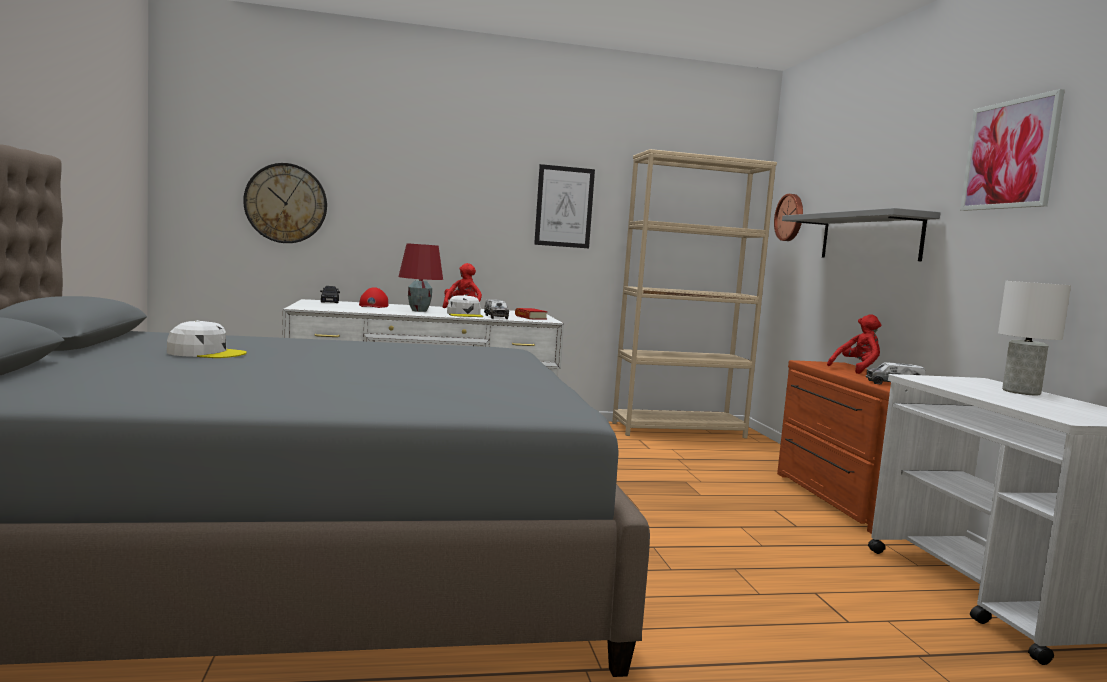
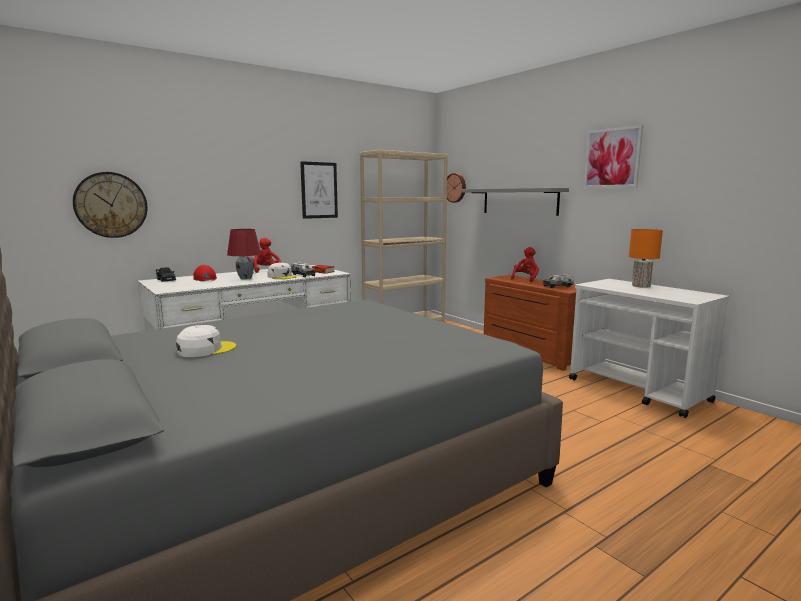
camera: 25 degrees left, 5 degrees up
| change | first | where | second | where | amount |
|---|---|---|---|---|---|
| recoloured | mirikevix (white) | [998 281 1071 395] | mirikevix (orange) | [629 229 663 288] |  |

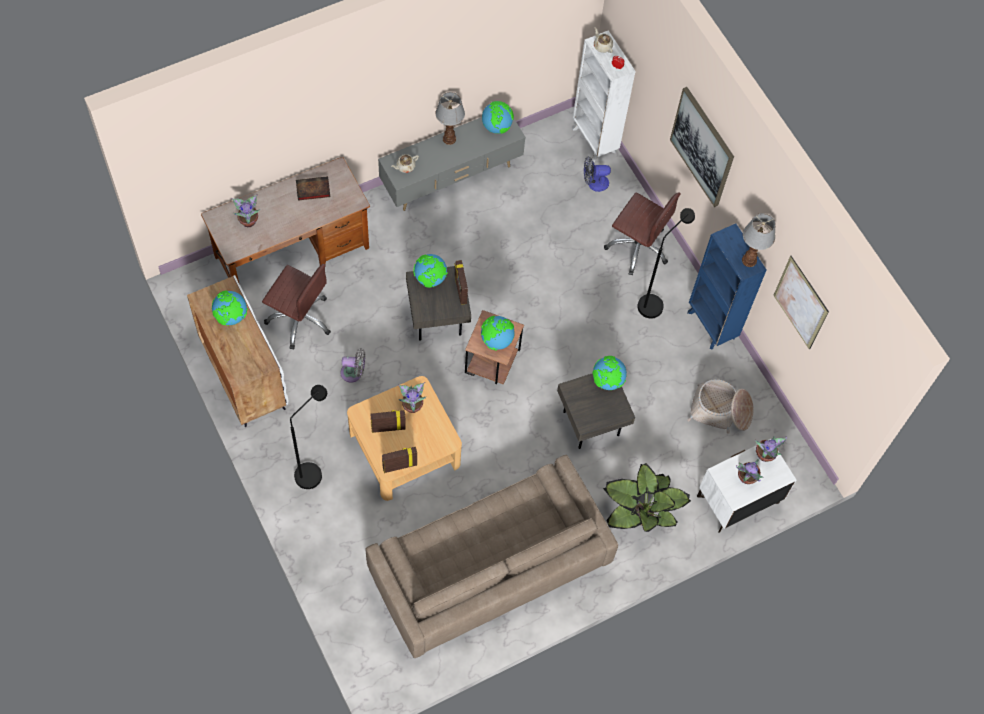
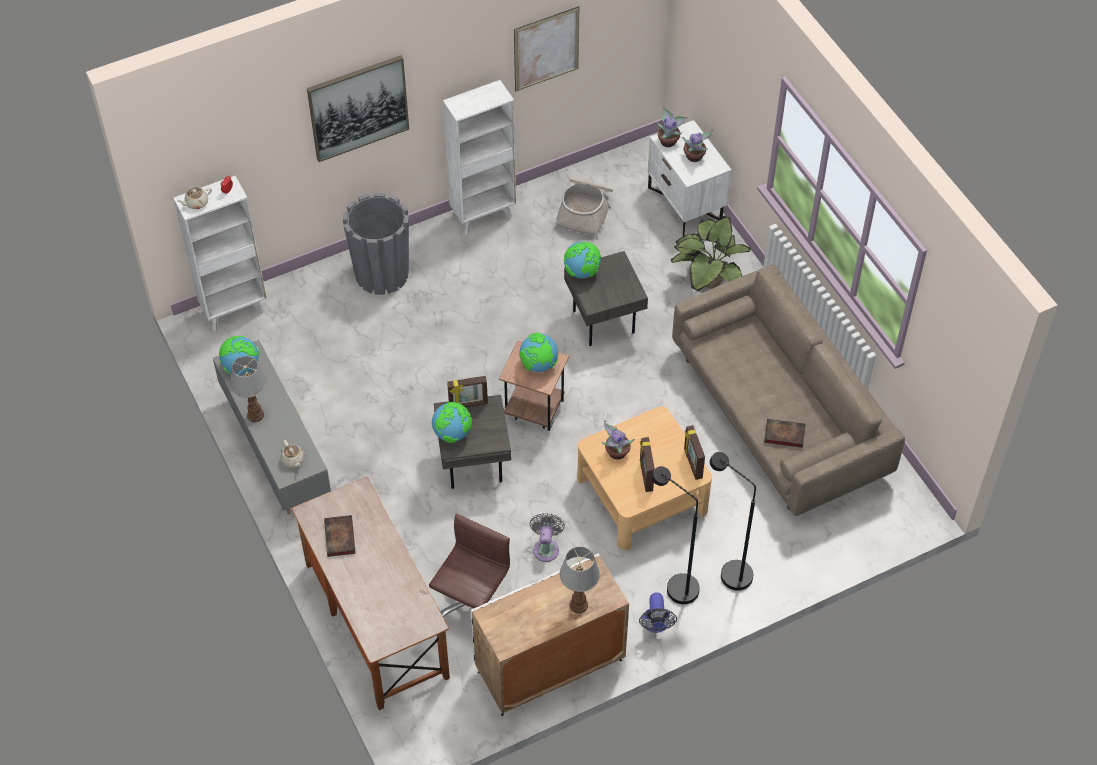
camera: 85 degrees left, 10 degrees down
| change | first | where | second | where | amount |
|---|---|---|---|---|---|
| moved | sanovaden | [584 156 611 192] |  | [639 592 677 633] |  |
| replaced | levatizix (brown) | [604 192 681 275] | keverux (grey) | [343 193 409 295] |  |
| removed | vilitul | [231 194 260 227] |  |  |  |
| moved | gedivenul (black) | [638 208 695 319] |  | [710 452 756 591] |  |
| moved | mirikevix | [742 213 775 267] |  | [559 546 600 614] |  |
| recoloured | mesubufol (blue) | [687 224 767 350] | mesubufol (white) | [443 80 516 234] |  |
| removed | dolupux | [212 290 248 326] |  |  |  |
| added |  |  | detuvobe | [764 419 806 448] |  |

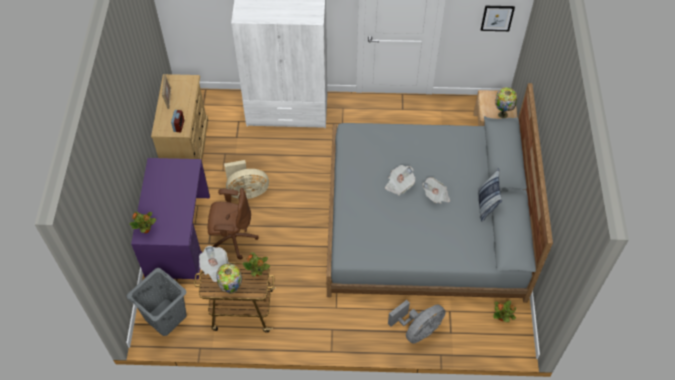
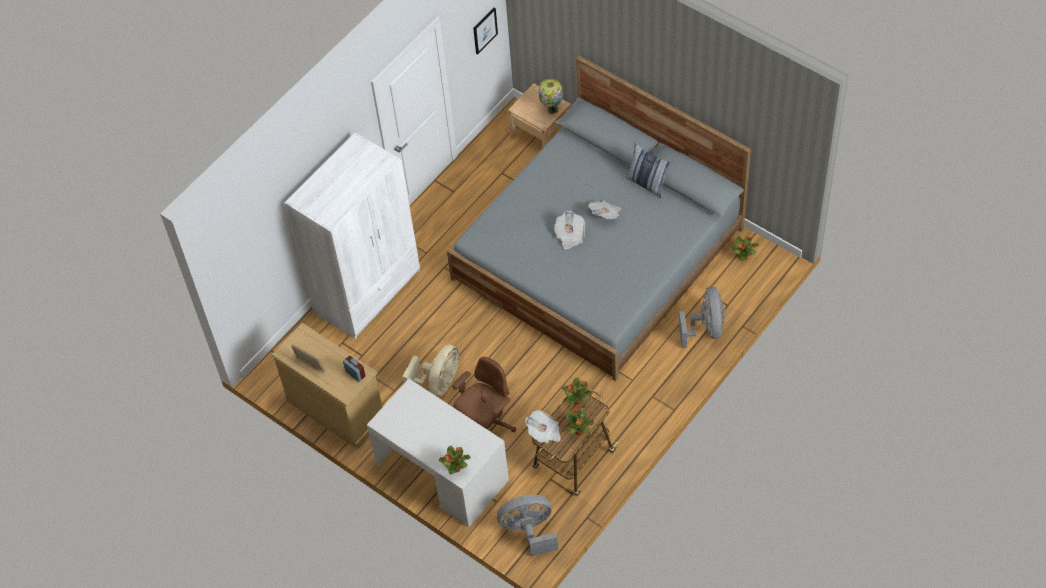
camera: 50 degrees left, 0 degrees up
| change | first | where | second | where | amount |
|---|---|---|---|---|---|
| recoloured | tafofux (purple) | [131 158 210 279] | tafofux (white) | [367 379 509 527] |  |
| replaced | mirikevix | [216 264 242 294] | vilitul | [566 407 594 435] |  |
| replaced | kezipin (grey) | [127 268 187 336] | sanovaden (grey) | [497 495 558 556] |  |

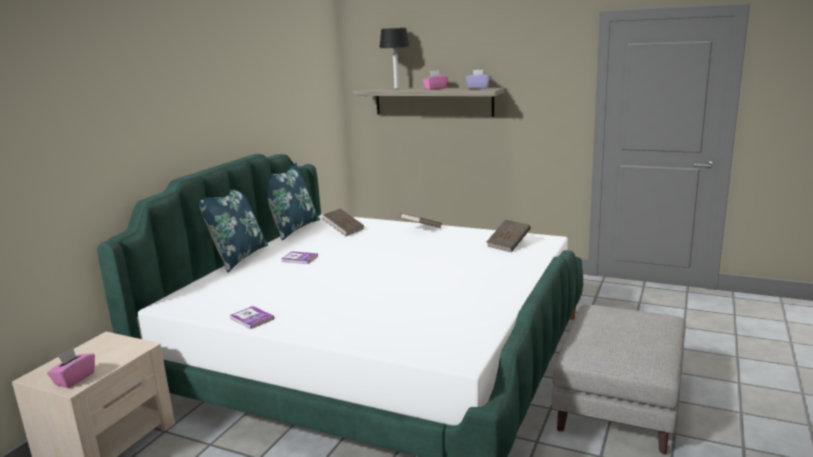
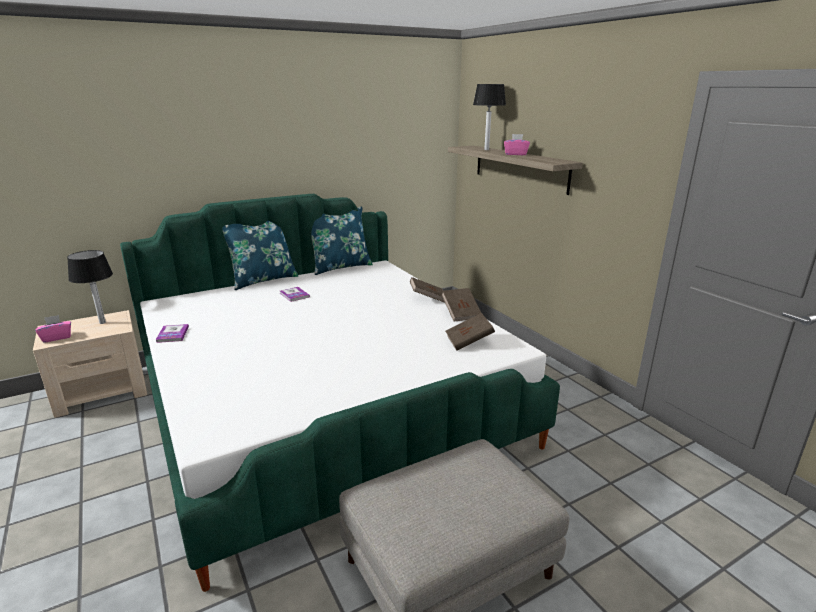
camera: 35 degrees right, 5 degrees up
| change | first | where | second | where | amount |
|---|---|---|---|---|---|
| removed | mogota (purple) | [466 69 490 89] |  |  |  |
| moved | detuvobe (brown) | [322 208 364 236] |  | [442 288 481 322] |  |
| added |  |  | mirikevix | [67 250 113 324] |  |

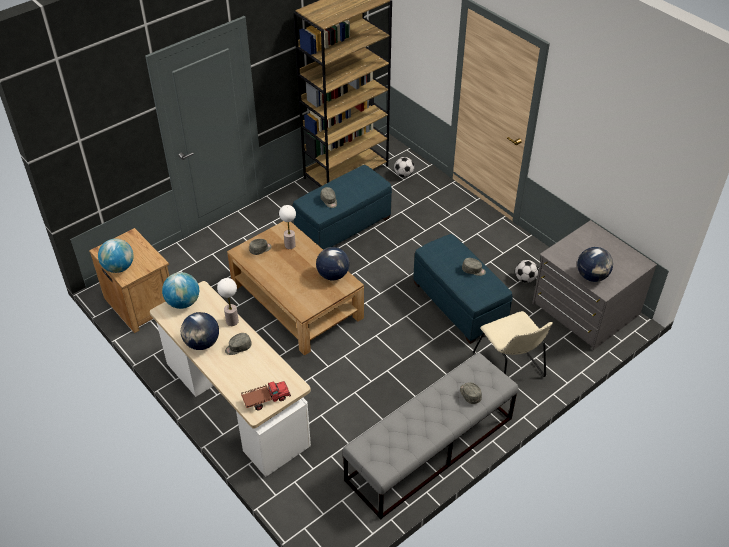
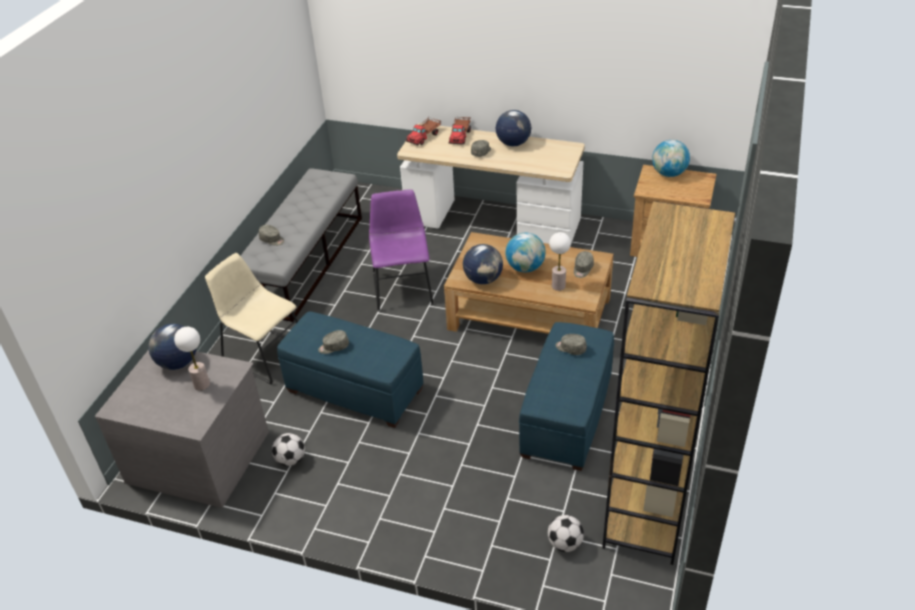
camera: 150 degrees right, 5 degrees down
| change | first | where | second | where | amount |
|---|---|---|---|---|---|
| moved | dolupux | [162 272 199 309] |  | [505 233 546 273] |  |
| moved | mirikevix | [217 278 239 326] |  | [174 327 210 391] |  |
| added |  |  | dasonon | [449 116 471 145] |  |
| added |  |  | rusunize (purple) | [369 189 434 312] |  |

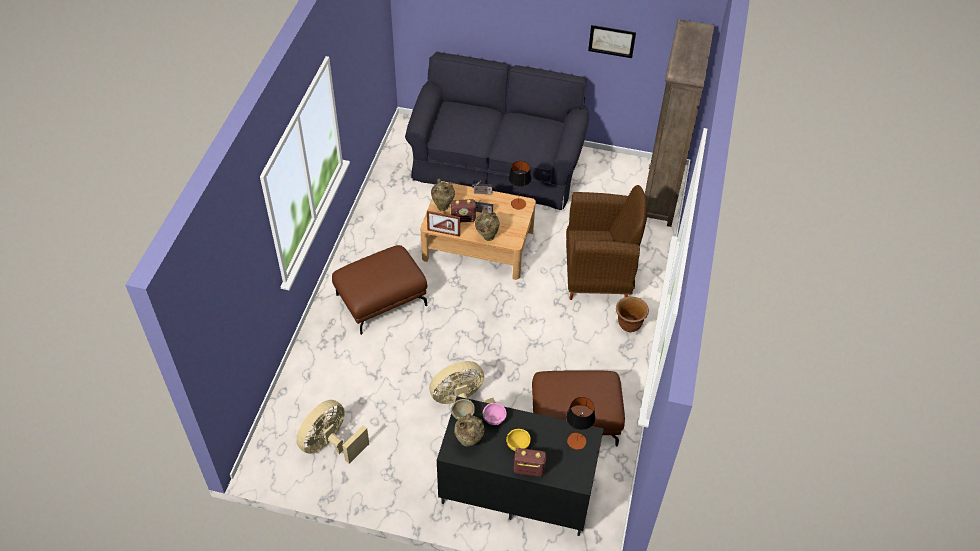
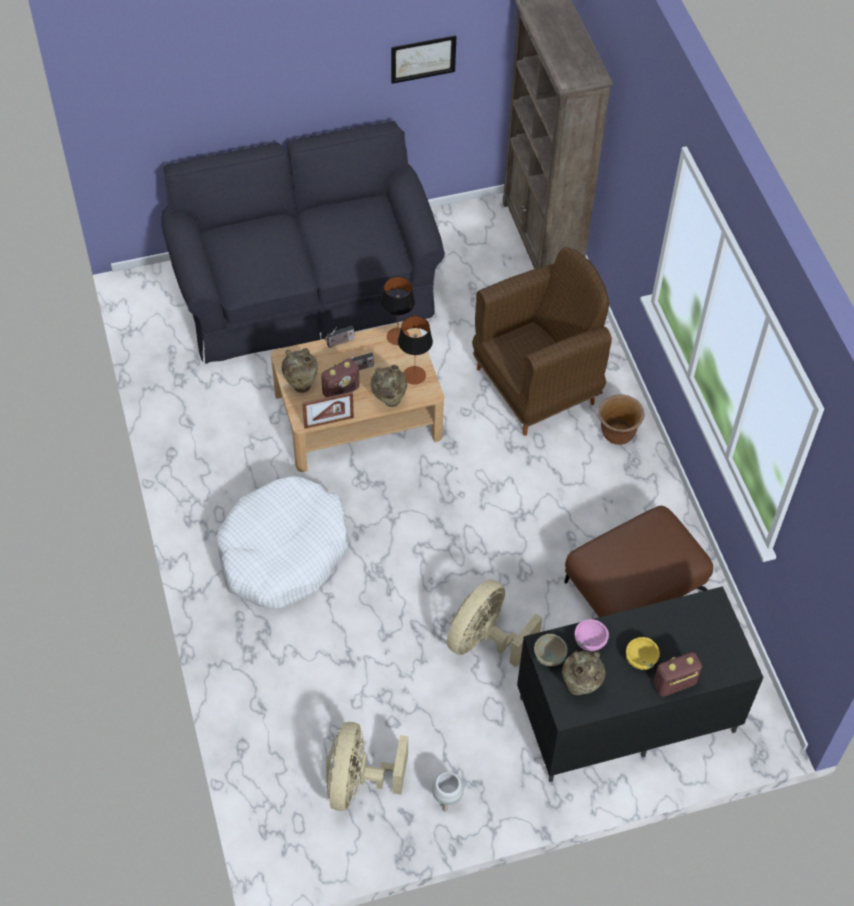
camera: 30 degrees left, 5 degrees up
| change | first | where | second | where | amount |
|---|---|---|---|---|---|
| replaced | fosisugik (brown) | [332 245 427 335] | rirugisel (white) | [216 476 349 609] |  |
| moved | mirikevix | [566 397 595 450] |  | [398 316 433 385] |  |
| added |  |  | keverux (white) | [432 772 464 812] |  |

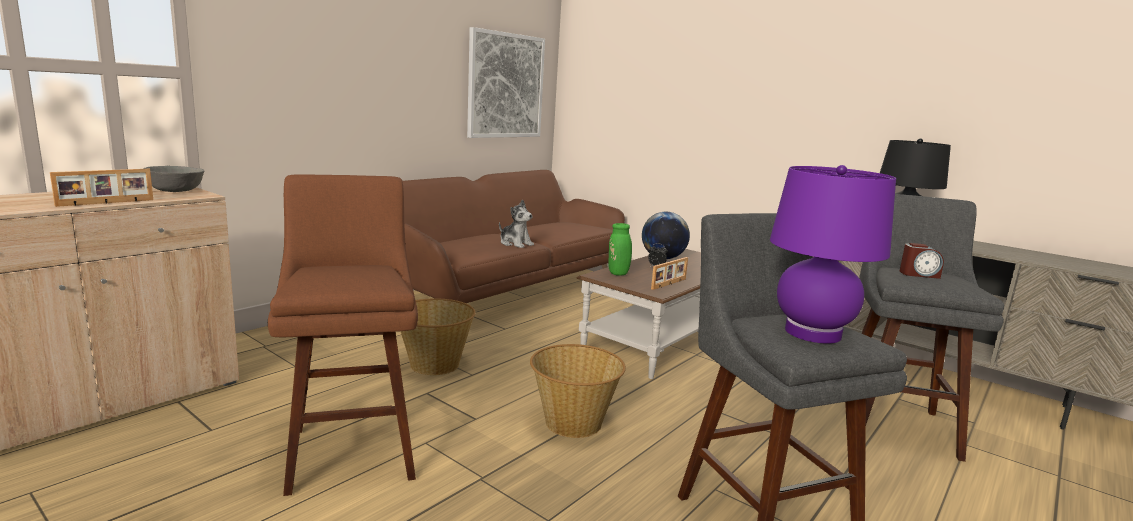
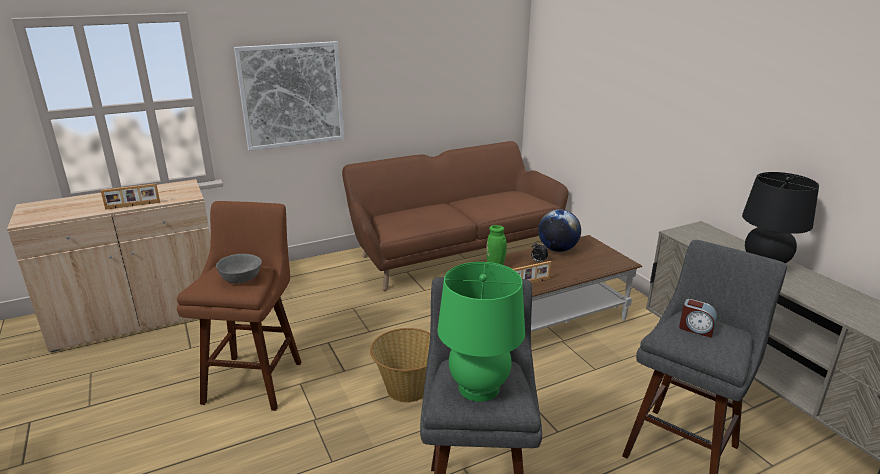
camera: 25 degrees right, 10 degrees up
| change | first | where | second | where | amount |
|---|---|---|---|---|---|
| moved | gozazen | [467 27 545 138] |  | [234 41 344 151] |  |
| recoloured | mirikevix (purple) | [770 165 896 344] | mirikevix (green) | [438 262 525 402] |  |
| moved | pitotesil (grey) | [143 166 205 192] |  | [216 254 262 284] |  |
| removed | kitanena | [499 200 534 248] |  |  |  |
| removed | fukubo | [401 298 476 375] |  |  |  |

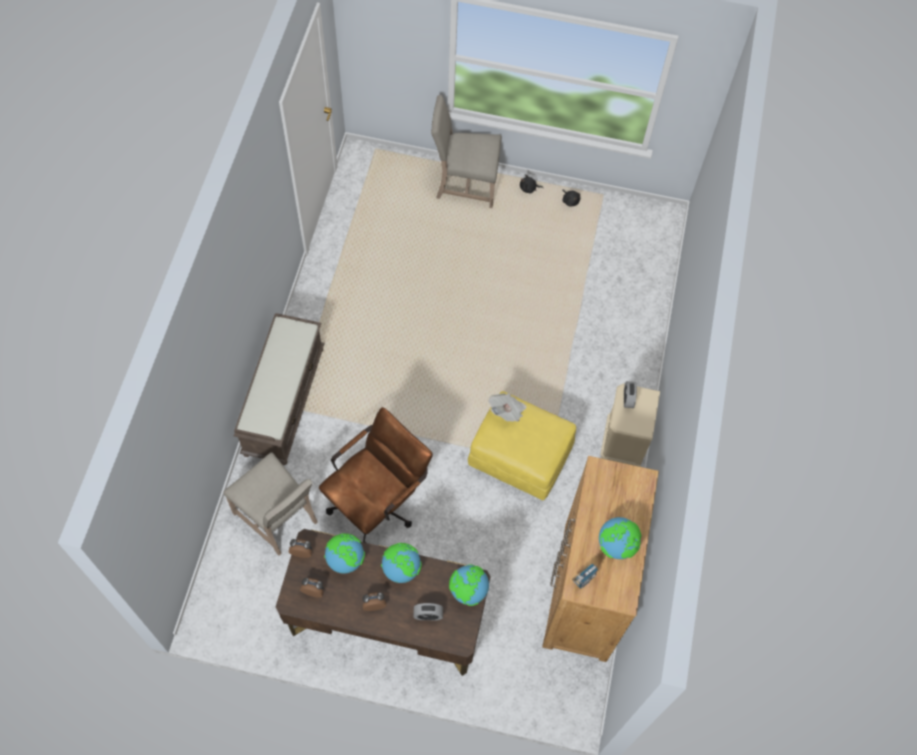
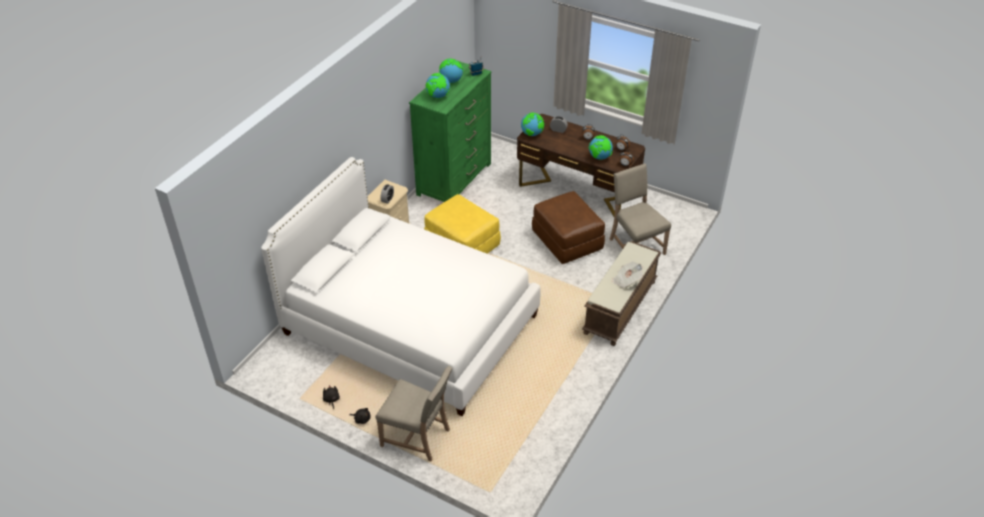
camera: 160 degrees left, 20 degrees down
| change | first | where | second | where | amount |
|---|---|---|---|---|---|
| moved | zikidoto | [488 393 527 422] |  | [612 261 643 289] |  |
| replaced | levatizix (brown) | [319 407 433 543] | fosisugik (brown) | [532 191 605 264] |  |
| recoloured | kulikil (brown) | [542 456 659 662] | kulikil (green) | [409 61 492 202] |  |
| moved | dolupux | [381 543 422 583] |  | [426 73 450 98] |  |
| added |  |  | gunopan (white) | [261 157 541 416] |  |

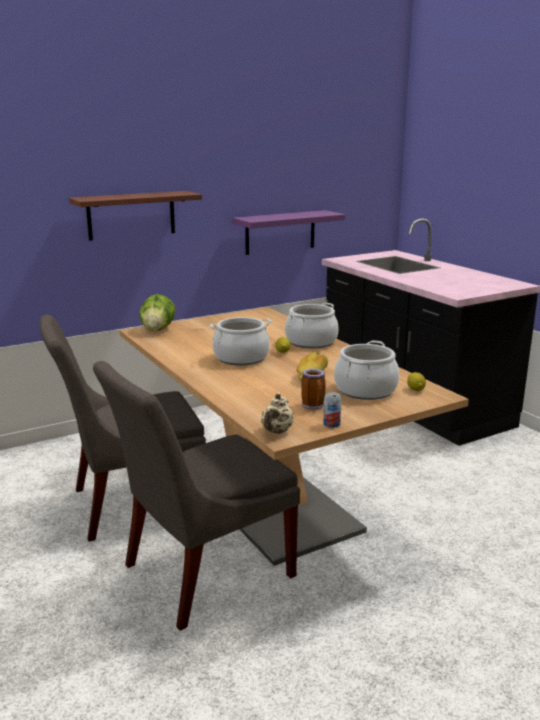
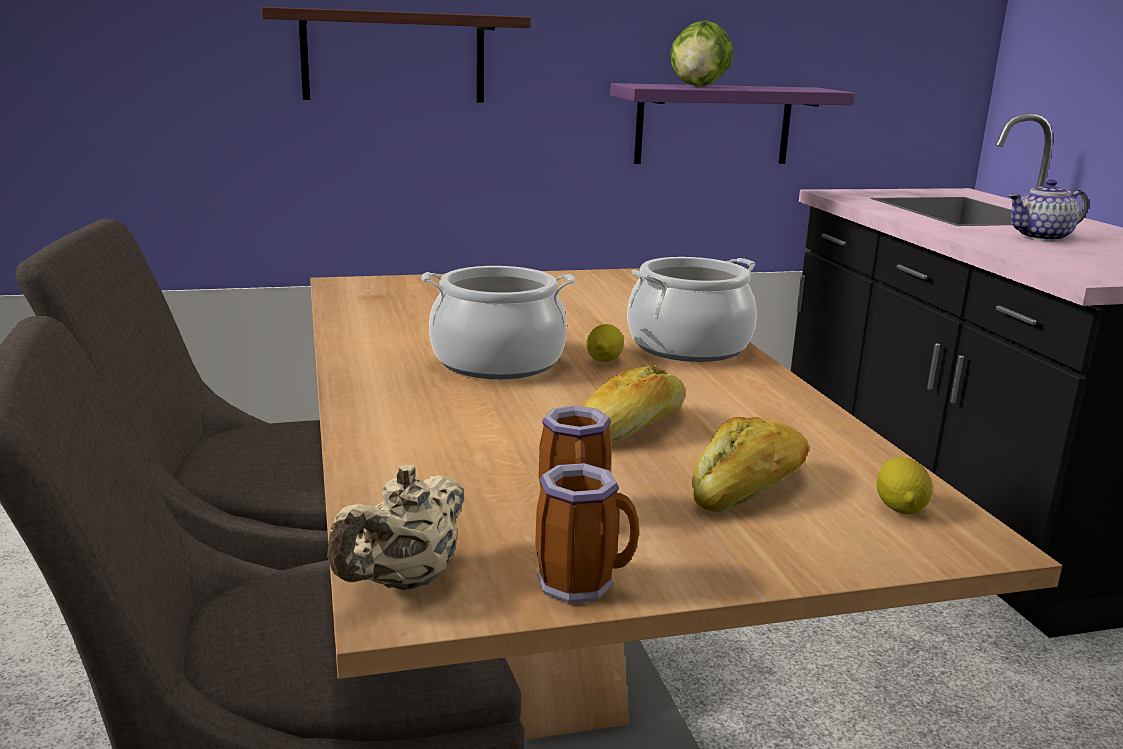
camera: 15 degrees right, 0 degrees up
| change | first | where | second | where | amount |
|---|---|---|---|---|---|
| moved | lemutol | [139 294 176 331] |  | [670 20 733 86] |  |
| replaced | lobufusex | [334 341 399 400] | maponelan | [692 417 809 512] |  |
| replaced | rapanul | [323 392 341 428] | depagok | [535 463 639 604] |  |
| added |  |  | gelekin | [1008 179 1089 241] |  |

